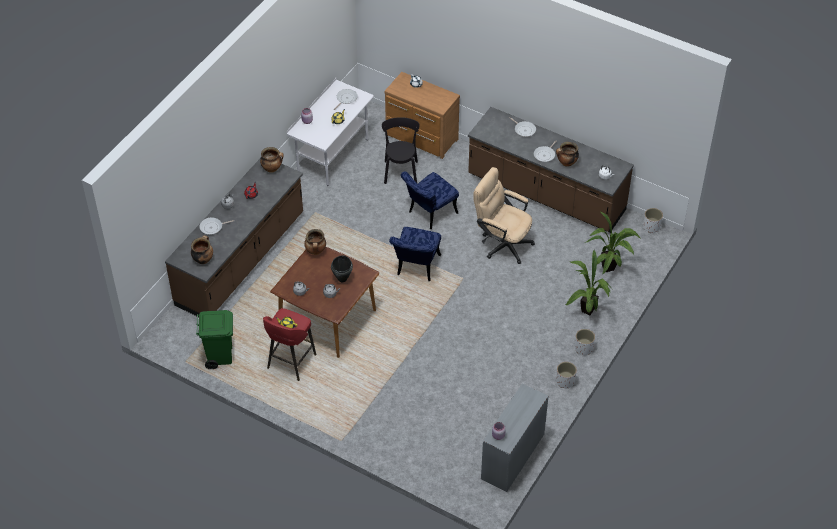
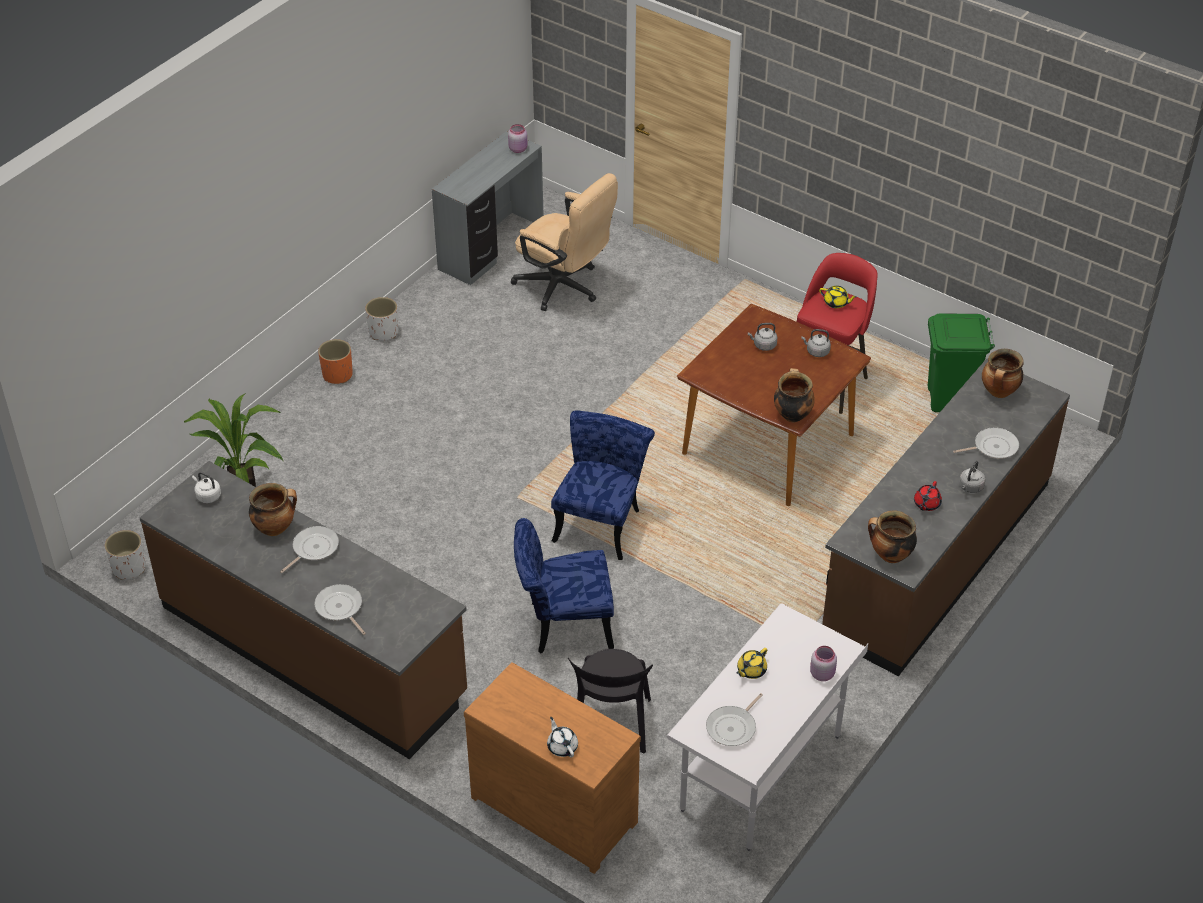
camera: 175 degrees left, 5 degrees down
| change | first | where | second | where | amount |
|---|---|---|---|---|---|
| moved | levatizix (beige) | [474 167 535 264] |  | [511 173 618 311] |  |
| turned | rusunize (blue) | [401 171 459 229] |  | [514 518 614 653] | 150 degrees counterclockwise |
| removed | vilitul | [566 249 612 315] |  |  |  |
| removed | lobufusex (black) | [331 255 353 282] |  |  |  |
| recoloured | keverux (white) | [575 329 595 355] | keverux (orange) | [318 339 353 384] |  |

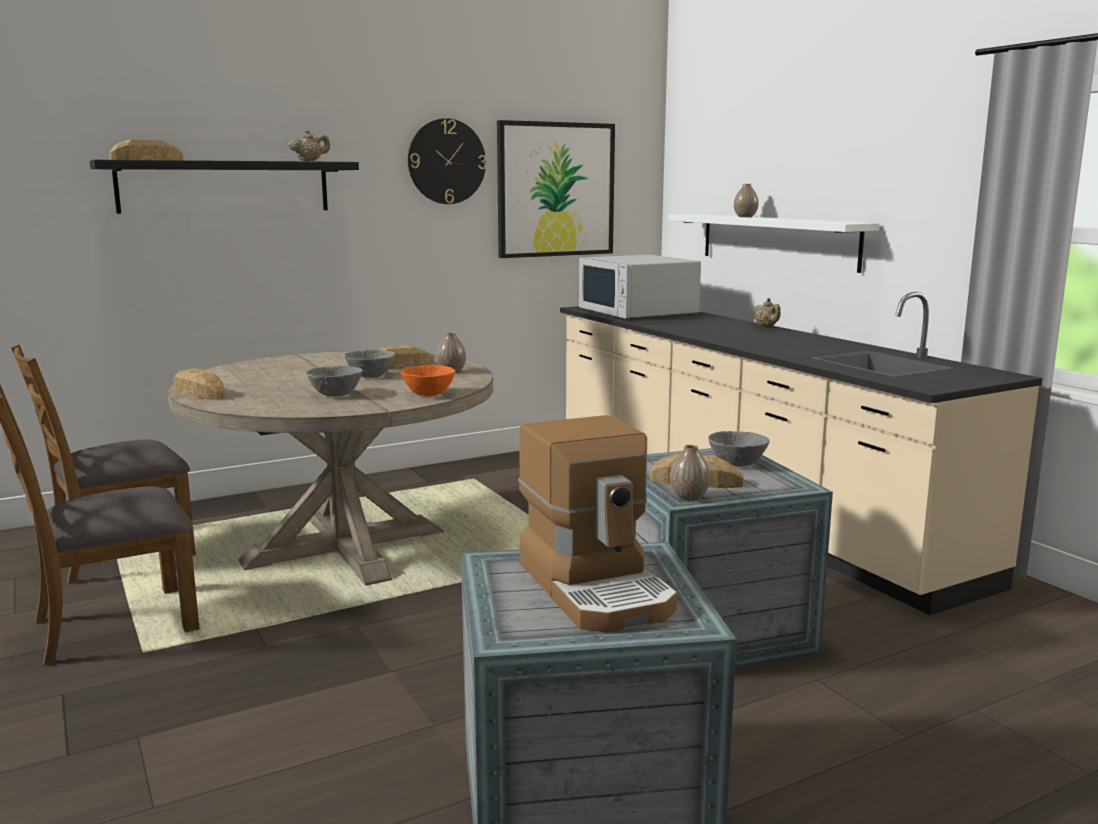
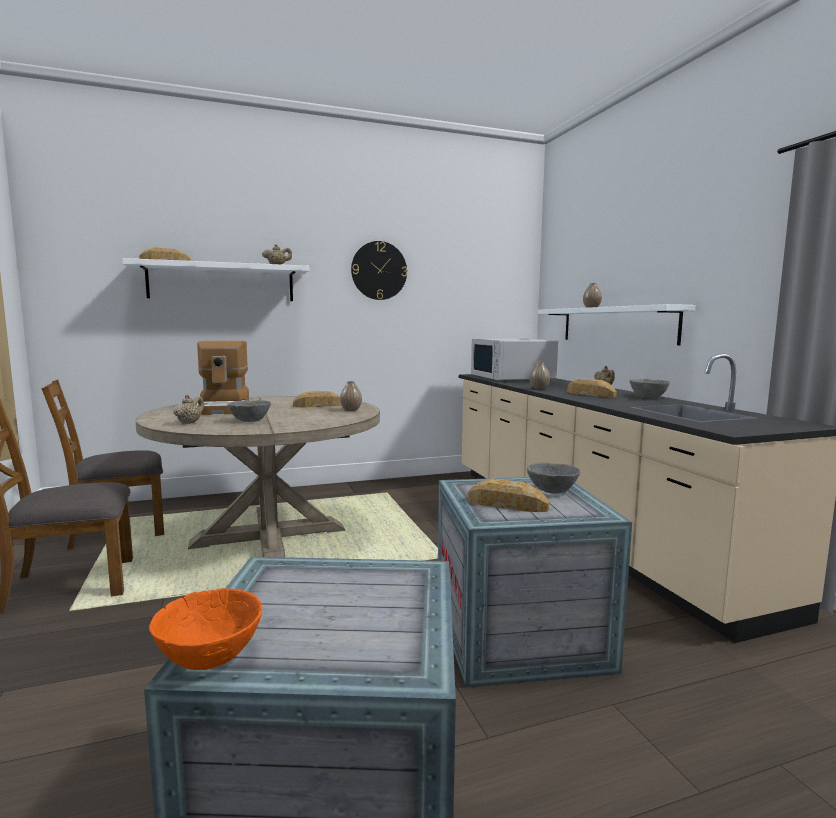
camera: 10 degrees right, 5 degrees down
| change | first | where | second | where | amount |
|---|---|---|---|---|---|
| removed | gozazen | [497 120 615 258] |  |  |  |
| recoloured | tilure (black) | [90 160 359 214] | tilure (white) | [122 258 309 301] |  |
| moved | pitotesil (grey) | [344 350 395 378] |  | [629 379 670 398] |  |
| moved | pitotesil (orange) | [401 365 456 396] |  | [149 588 262 670] |  |
| moved | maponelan | [173 368 225 400] |  | [567 379 617 397] |  |
| moved | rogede | [518 415 677 633] |  | [197 341 249 415] |  |
| moved | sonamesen | [670 445 710 500] |  | [530 362 550 389] |  |
| added |  |  | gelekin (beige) | [174 394 204 424] |  |

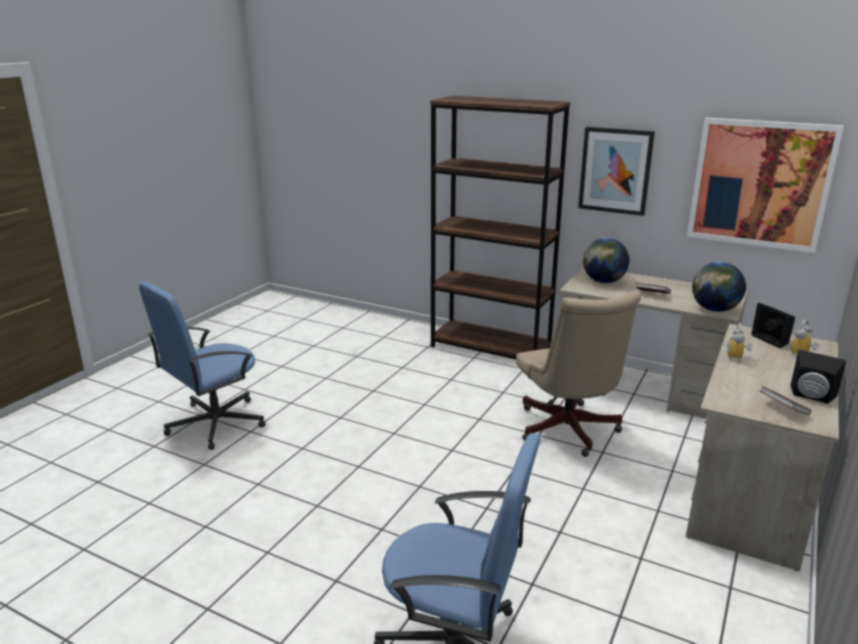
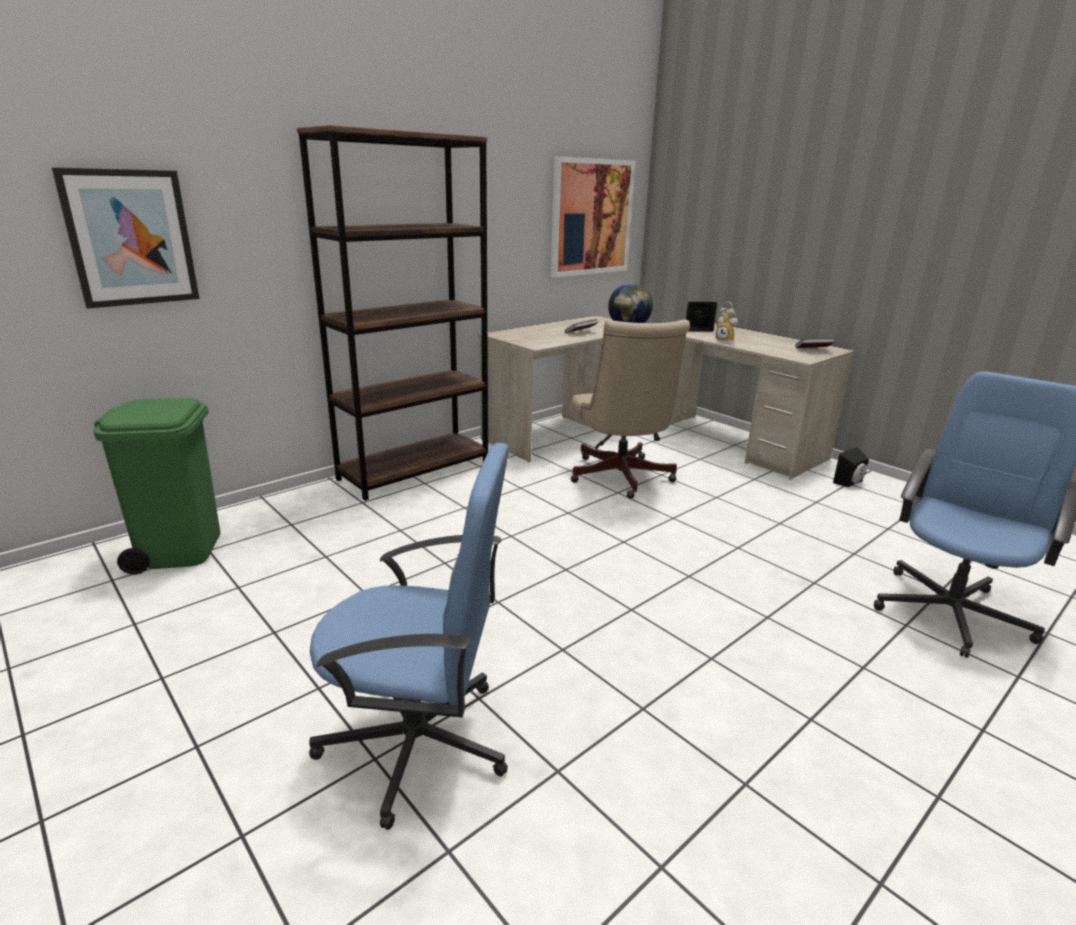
camera: 70 degrees left, 0 degrees up
| change | first | where | second | where | amount |
|---|---|---|---|---|---|
| moved | gozazen | [578 127 655 216] |  | [52 167 199 309] |  |
| removed | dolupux | [583 238 629 283] |  |  |  |
| turned | levatizix (blue) | [139 282 265 450] |  | [309 443 509 830] | 60 degrees counterclockwise |
| turned | levatizix (beige) | [516 290 641 457] |  | [571 320 690 499] | 75 degrees clockwise |
| moved | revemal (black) | [791 350 846 404] |  | [833 447 869 487] |  |
| added |  |  | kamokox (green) | [93 398 220 575] |  |

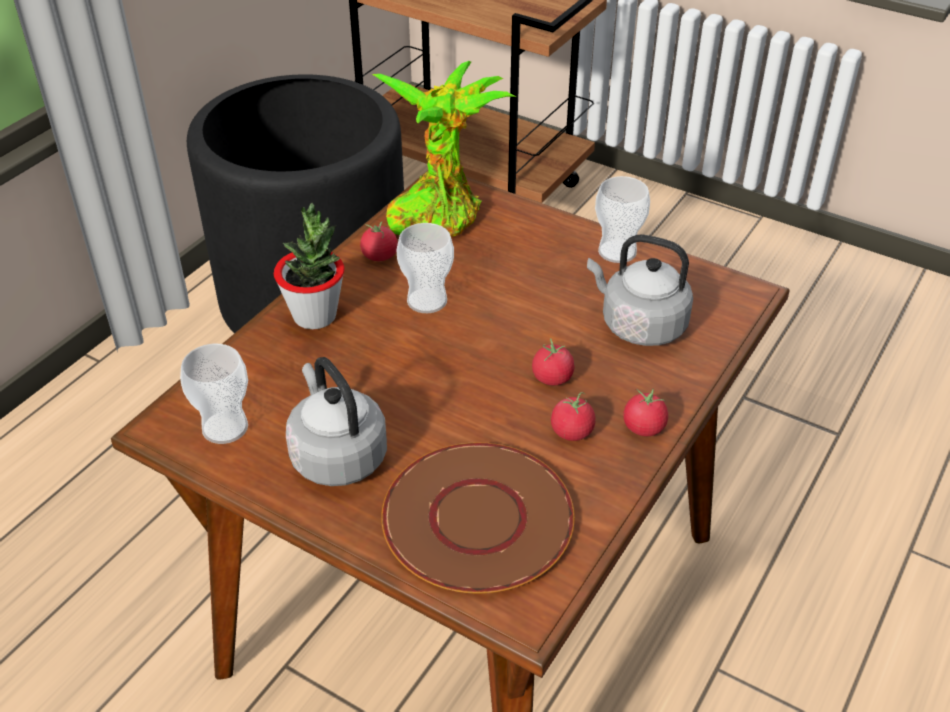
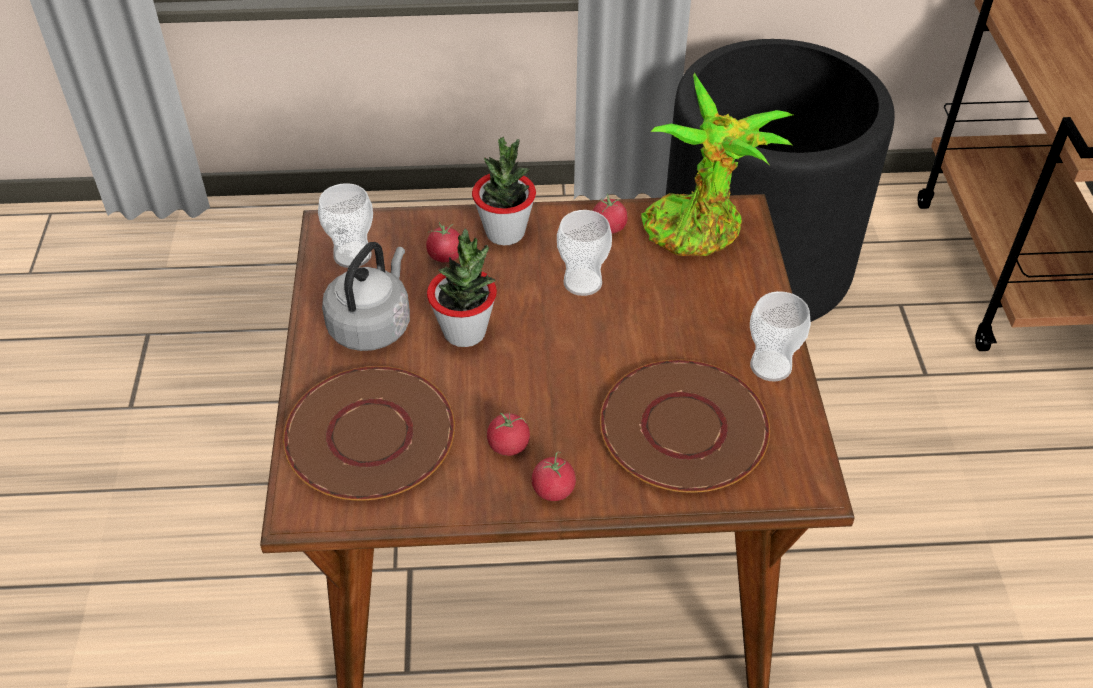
camera: 55 degrees right, 5 degrees up
| change | first | where | second | where | amount |
|---|---|---|---|---|---|
| replaced | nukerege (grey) | [587 234 693 346] | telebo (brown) | [600 360 770 493] |  |
| moved | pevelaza | [532 338 575 385] |  | [426 222 460 263] |  |
| added |  |  | vilitul | [427 229 497 347] |  |

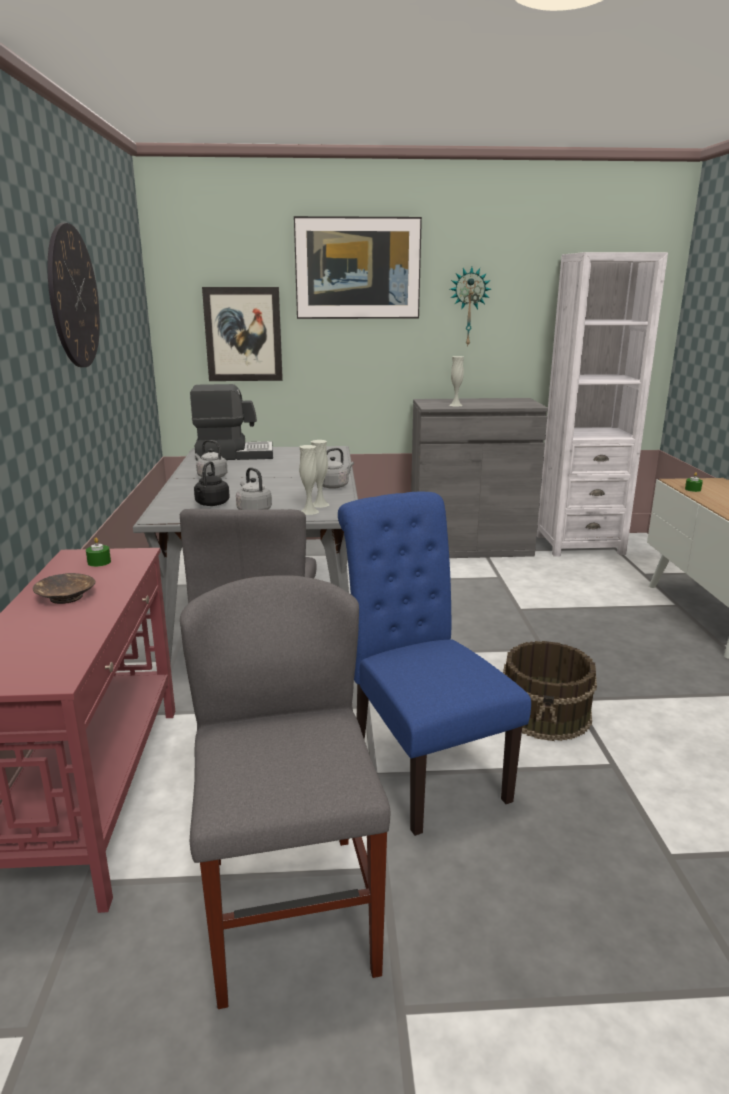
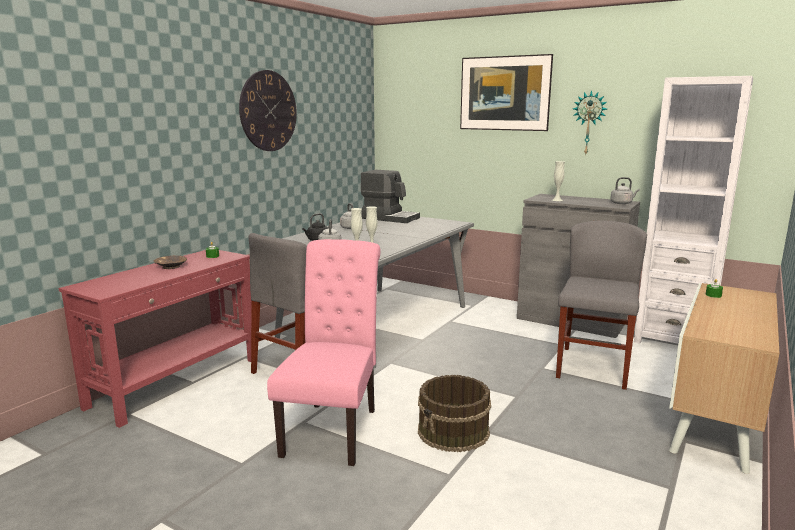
camera: 35 degrees right, 5 degrees down
| change | first | where | second | where | amount |
|---|---|---|---|---|---|
| removed | gozazen | [202 287 283 381] |  |  |  |
| moved | nukerege (grey) | [322 448 354 489] |  | [610 177 640 204] |  |
| recoloured | rusunize (blue) | [338 492 531 836] | rusunize (pink) | [267 239 381 466] |  |
| moved | rusunize (grey) | [180 575 390 1009] |  | [556 220 647 390] |  |

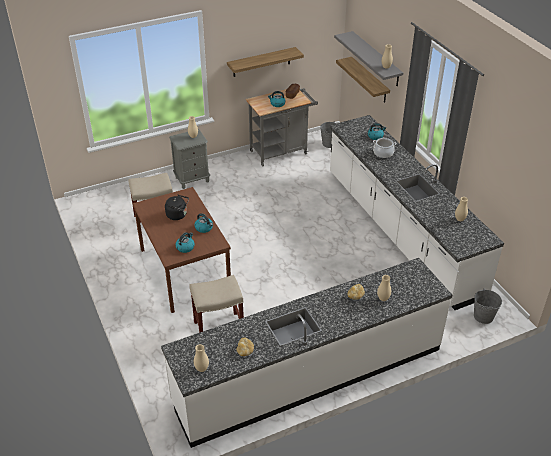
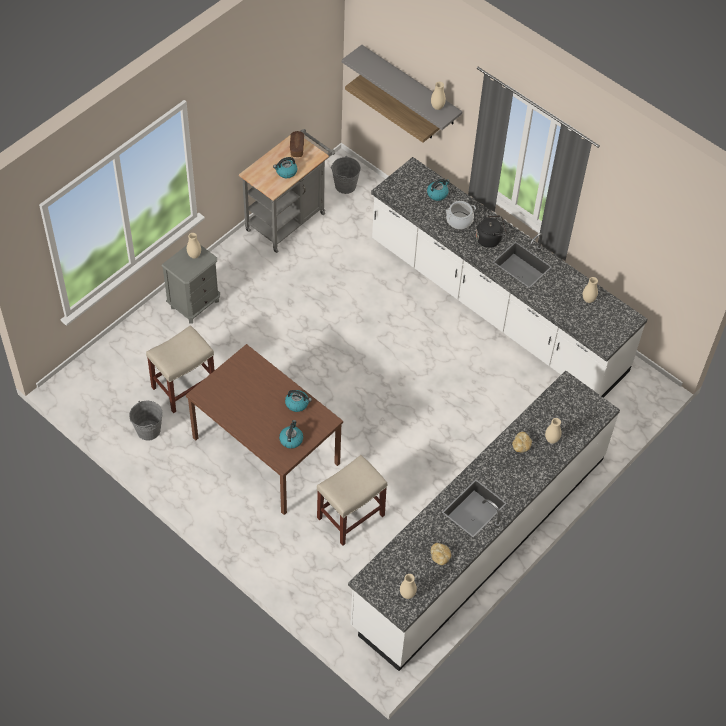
camera: 25 degrees left, 15 degrees up
| change | first | where | second | where | amount |
|---|---|---|---|---|---|
| removed | tilure | [227 47 304 77] |  |  |  |
| moved | nukerege (black) | [165 195 189 220] |  | [476 215 507 248] |  |
| moved | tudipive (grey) | [474 289 502 324] |  | [129 401 163 441] |  |

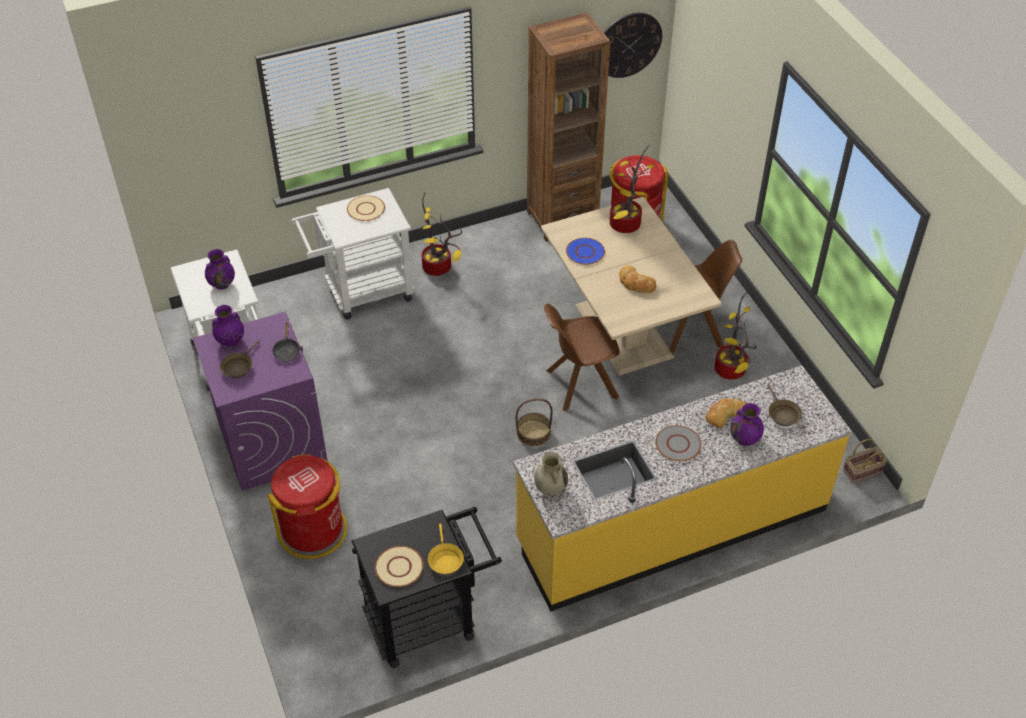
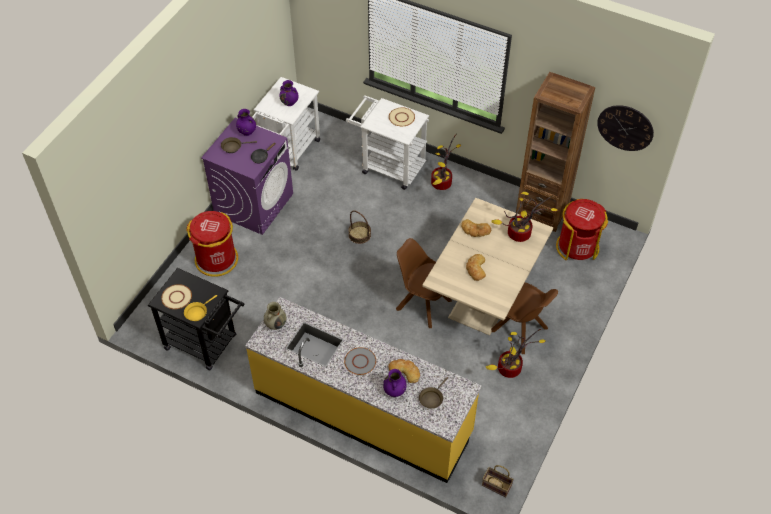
camera: 50 degrees right, 5 degrees up
| change | first | where | second | where | amount |
|---|---|---|---|---|---|
| replaced | telebo (blue) | [566 238 605 265] | maponelan | [461 219 491 237] |  |
| moved | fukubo | [516 398 553 446] |  | [348 210 371 244] |  |

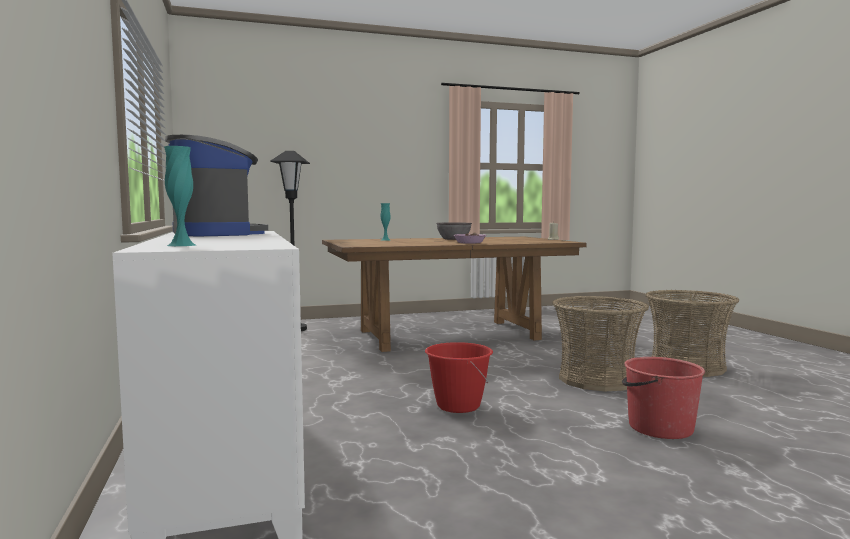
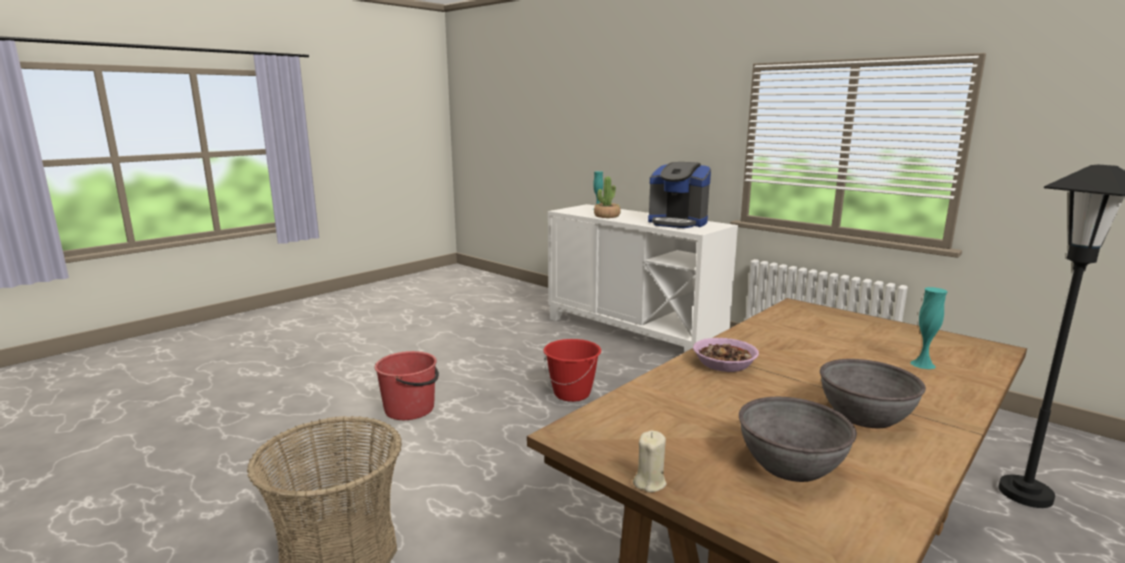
camera: 150 degrees right, 10 degrees up
| change | first | where | second | where | amount |
|---|---|---|---|---|---|
| removed | fukubo | [552 296 649 391] |  |  |  |
| added |  |  | vilitul | [594 176 621 218] |  |
| added |  |  | pitotesil (grey) | [739 397 857 482] |  |

